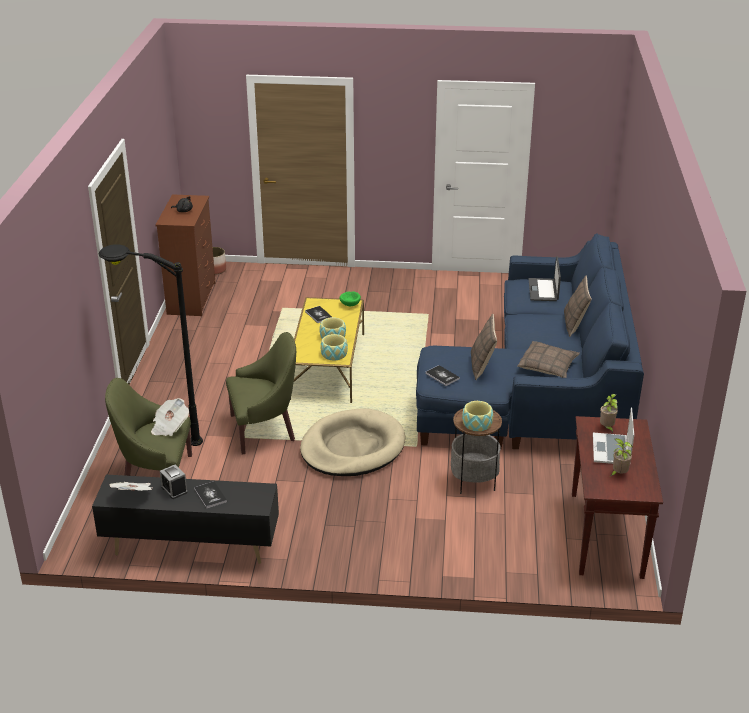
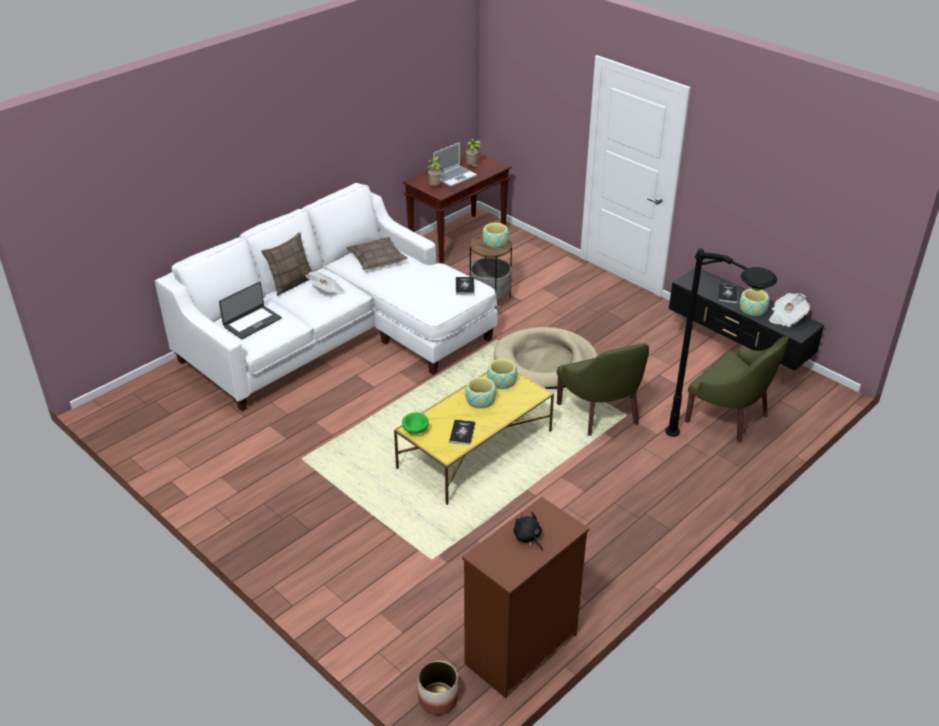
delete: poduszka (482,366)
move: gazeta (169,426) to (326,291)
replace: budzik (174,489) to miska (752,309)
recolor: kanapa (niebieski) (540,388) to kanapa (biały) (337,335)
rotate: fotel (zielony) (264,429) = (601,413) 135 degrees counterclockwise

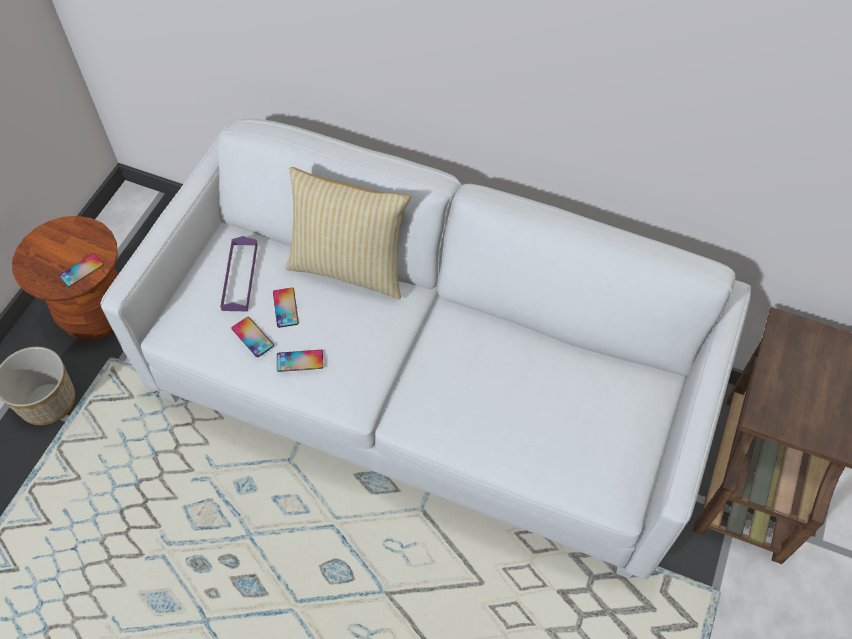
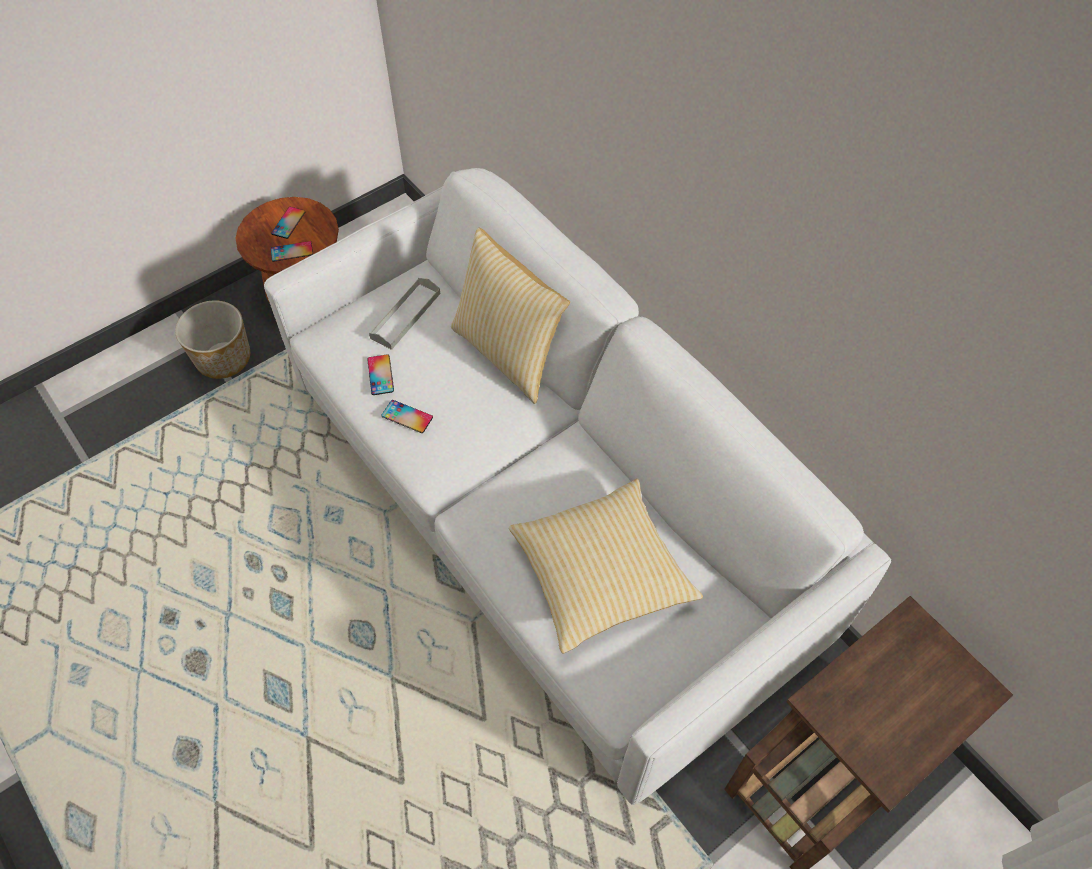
insert: poduszka (601,574)
move: telefon (285,307) to (288,223)
recolor: taca (fioletowy) (240,277) to taca (szary) (405,315)

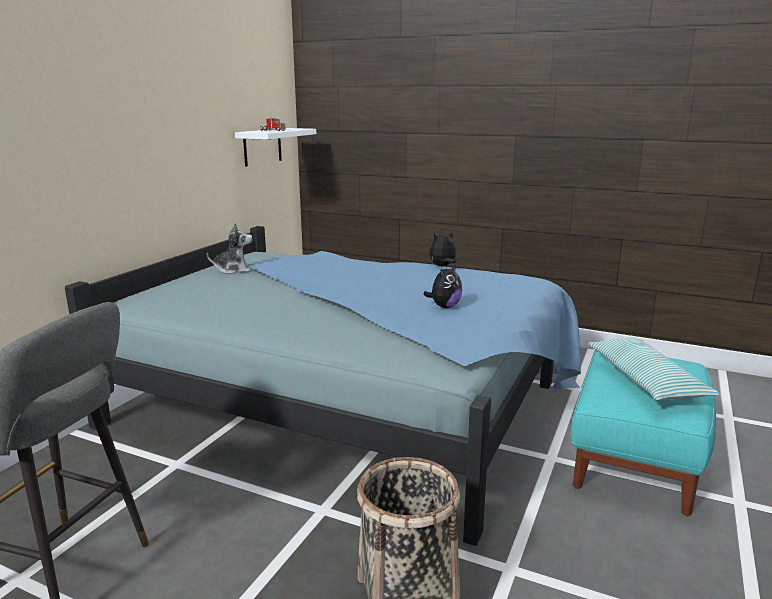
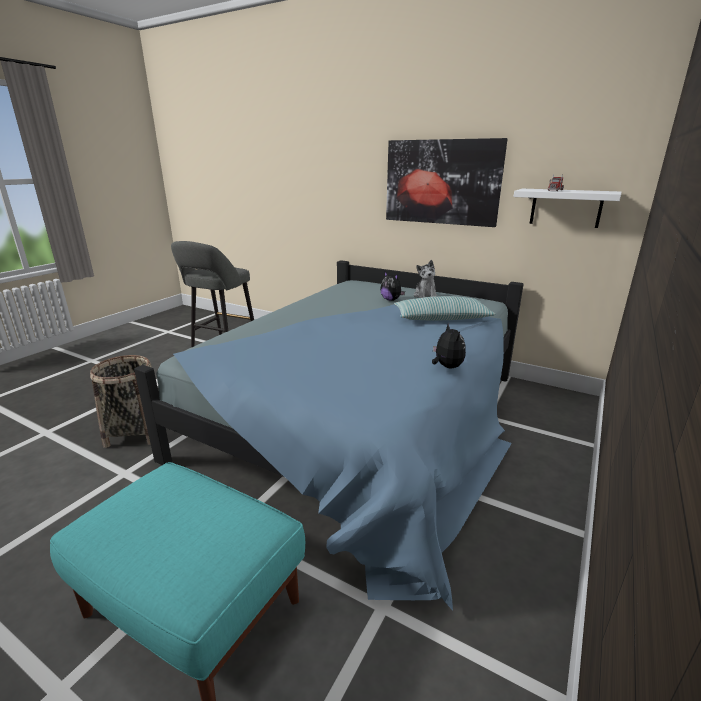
insert: obraz (442,182)
move: pluszak (444,306) to (391,300); poduszka (645,380) to (441,319)

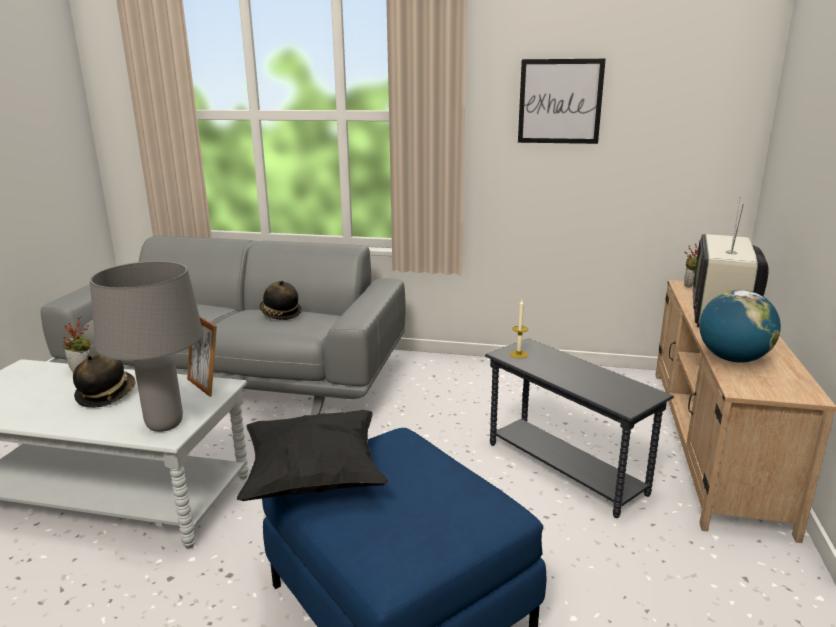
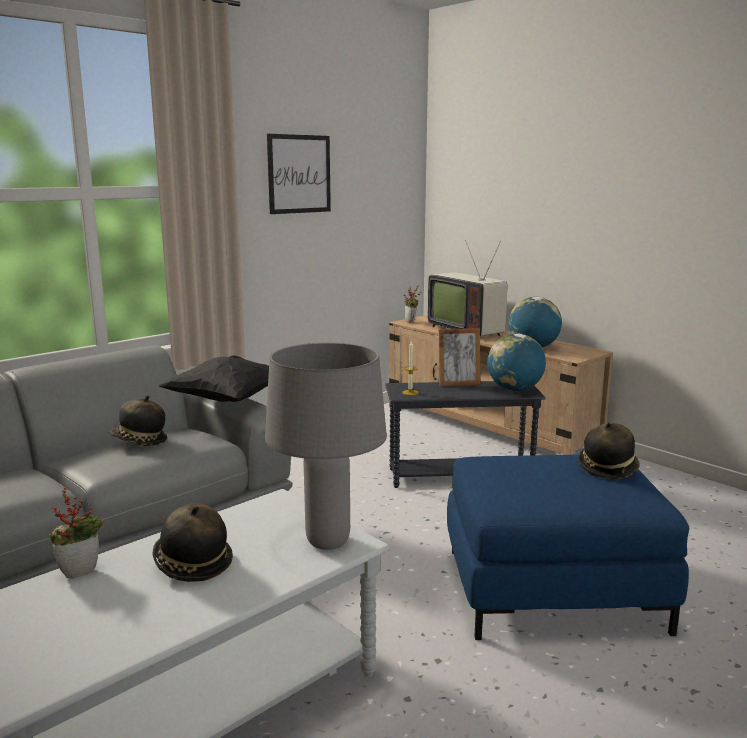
insert: globus (514,389); kapelusz (608,468)
move: ramka na zdjęcie (205,385) to (458,384); poduszka (czarny) (314,478) to (227,400)

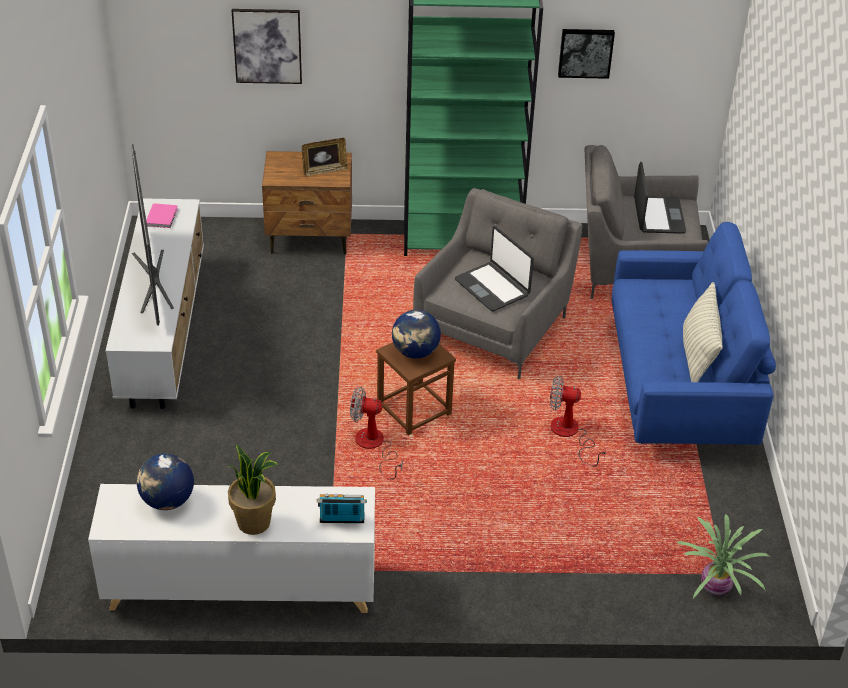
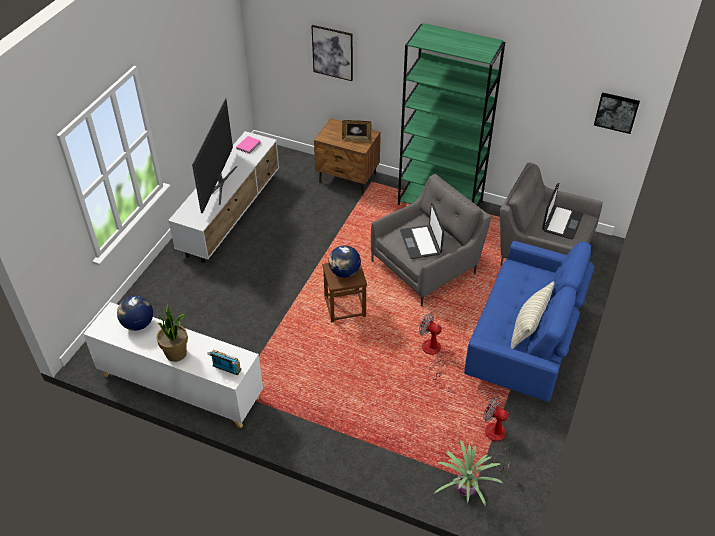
move: wentylator (374,446) to (496,439); obraz (585,52) to (616,112)

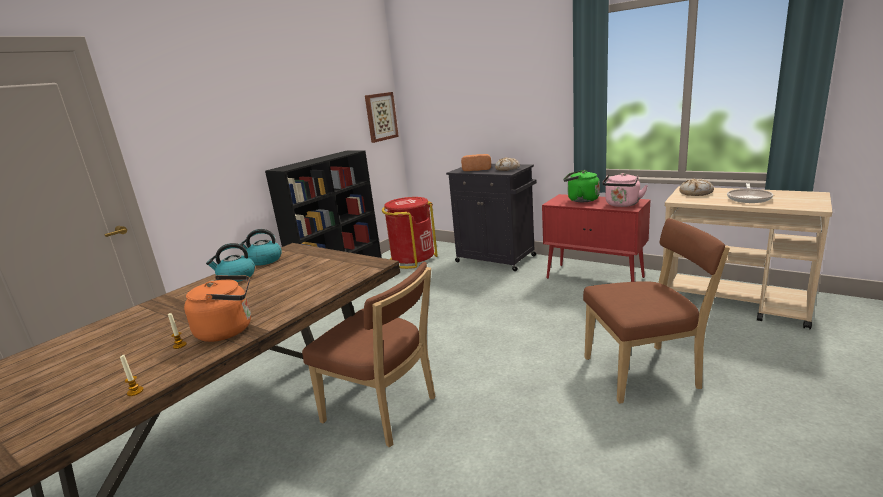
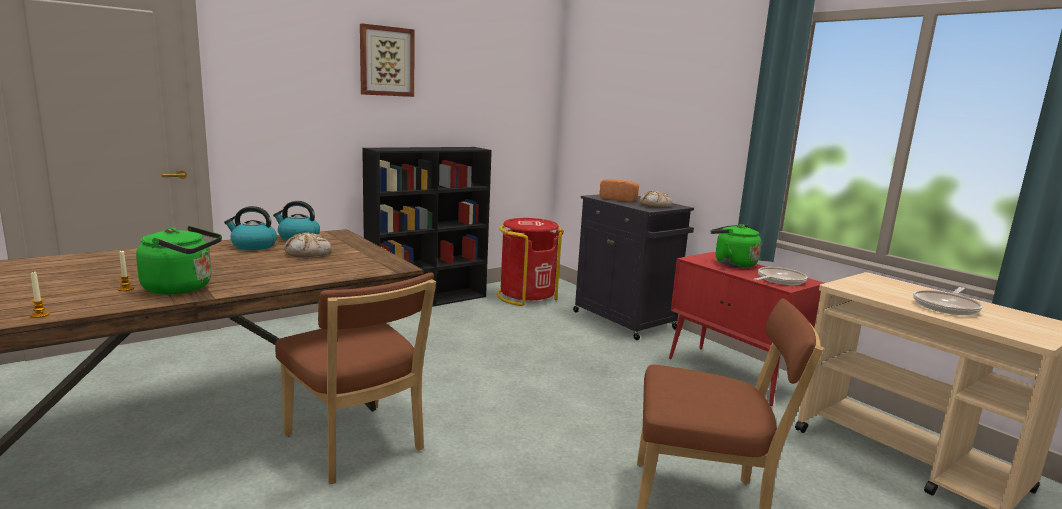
move: obraz (380,117) to (386,61); chleb (696,193) to (308,253)
replace: czajnik (różowy) (622,205) to patelnia (779,280)
recolor: czajnik (pomarańczowy) (229,330) to czajnik (zielony) (182,288)

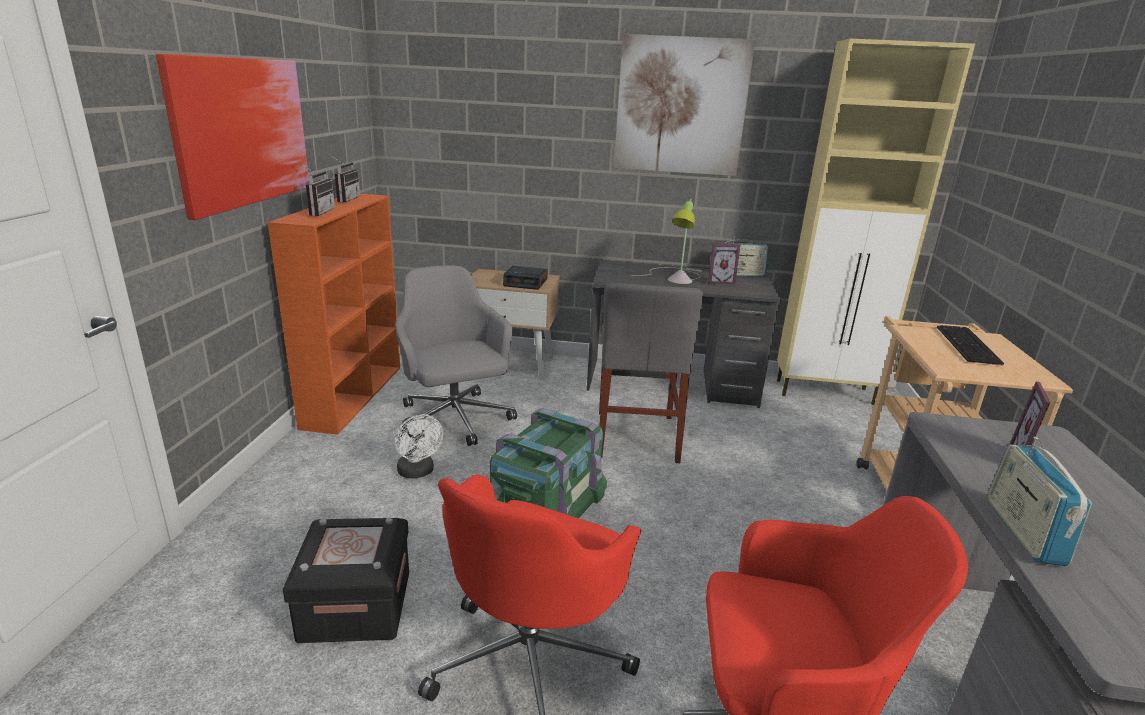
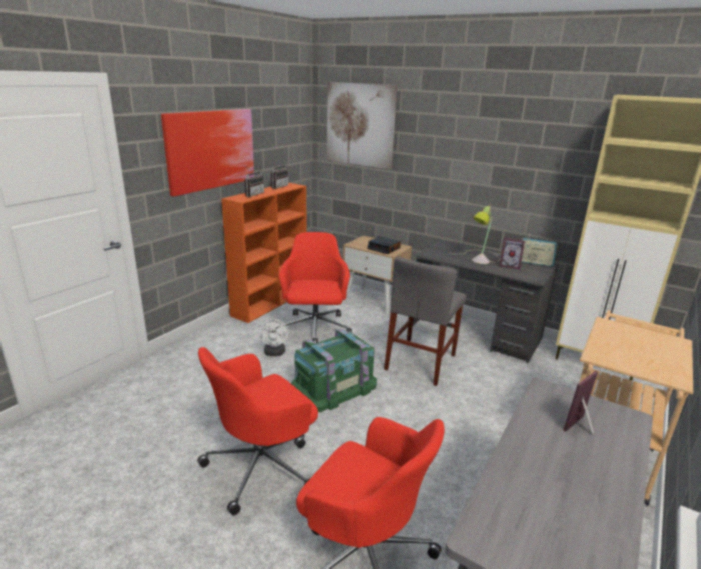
delete: pojemnik do przechowywania (czarny) (356,606); klawiatura (969,345); radio (1023,531)
move: obraz (681,106) to (360,125)
recolor: krzesło biurowe (szary) (454,421) to krzesło biurowe (czerwony) (314,329)

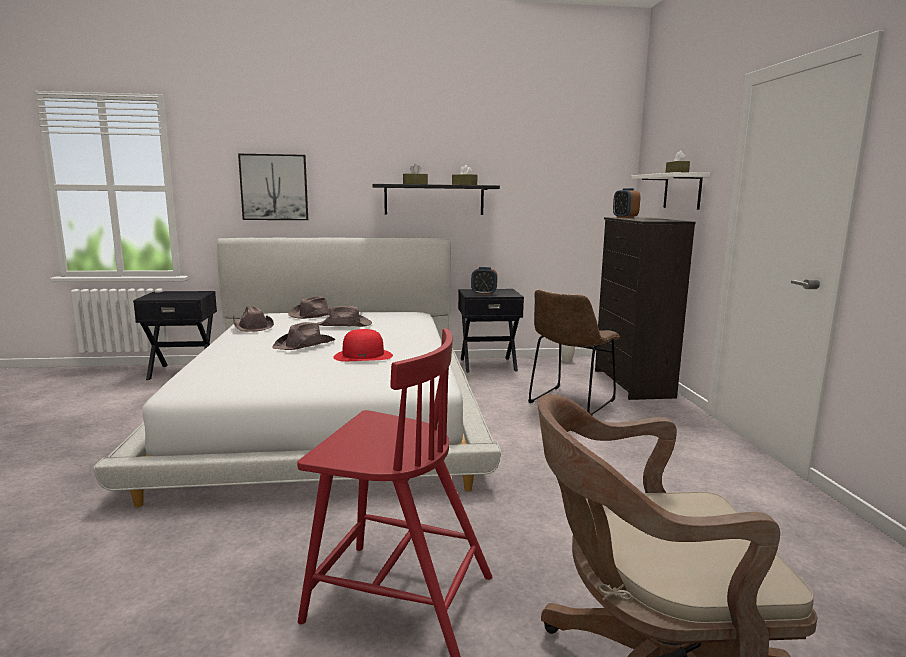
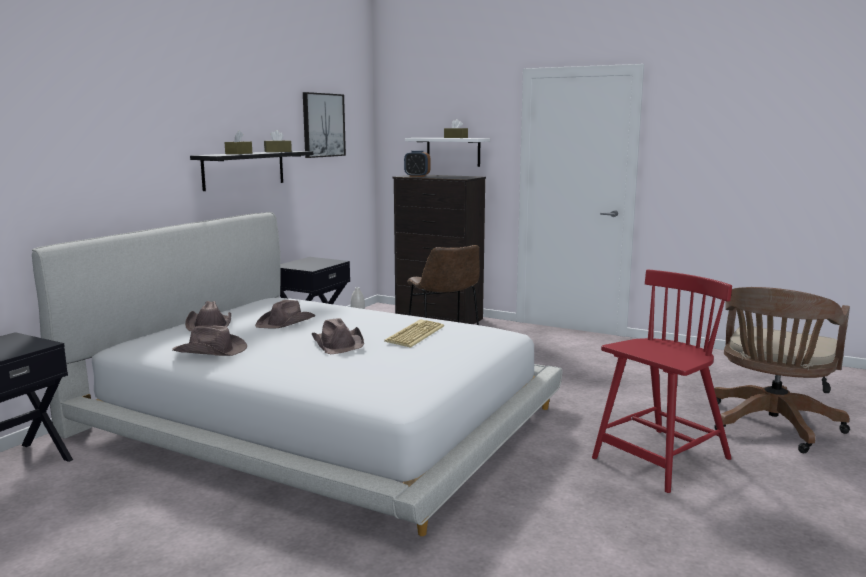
delete: budzik (484,293)
move: obraz (274,187) to (323,125)
replace: kapelusz (czerwony) (363,356) to klawiatura (414,334)

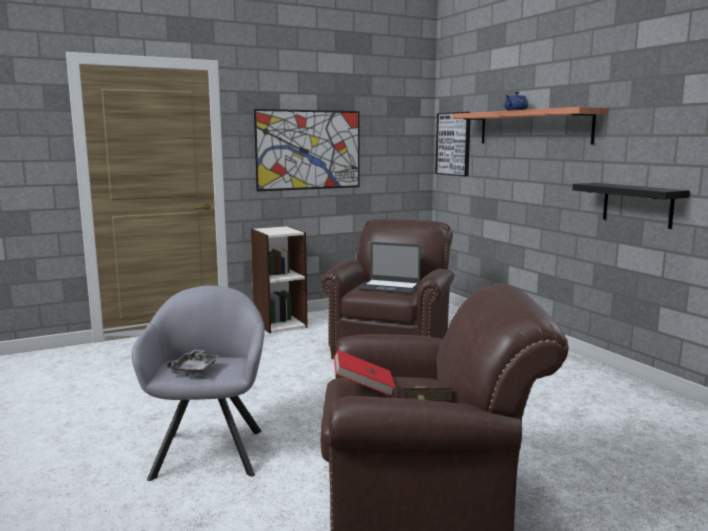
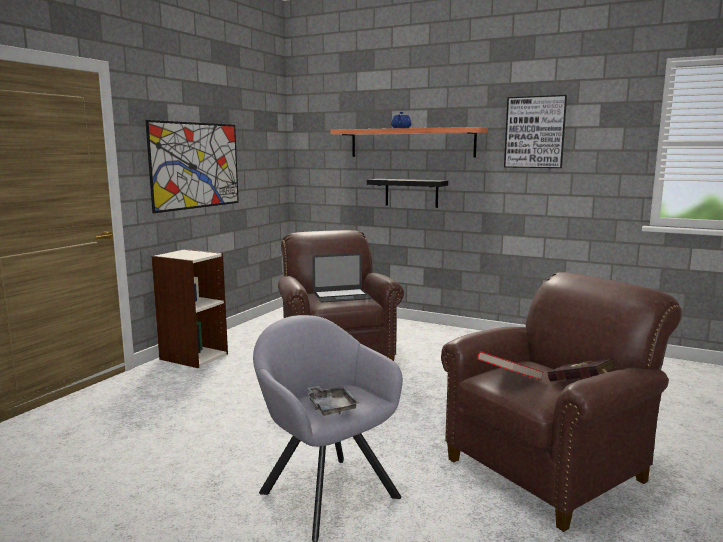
move: obraz (454,144) to (535,132); półka (czarny) (637,205) to (411,193)

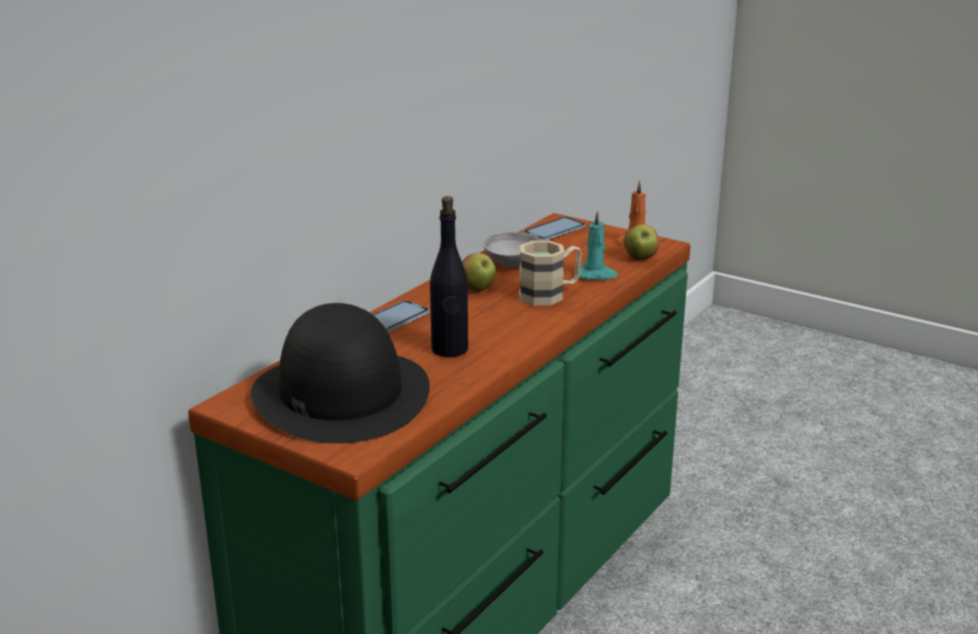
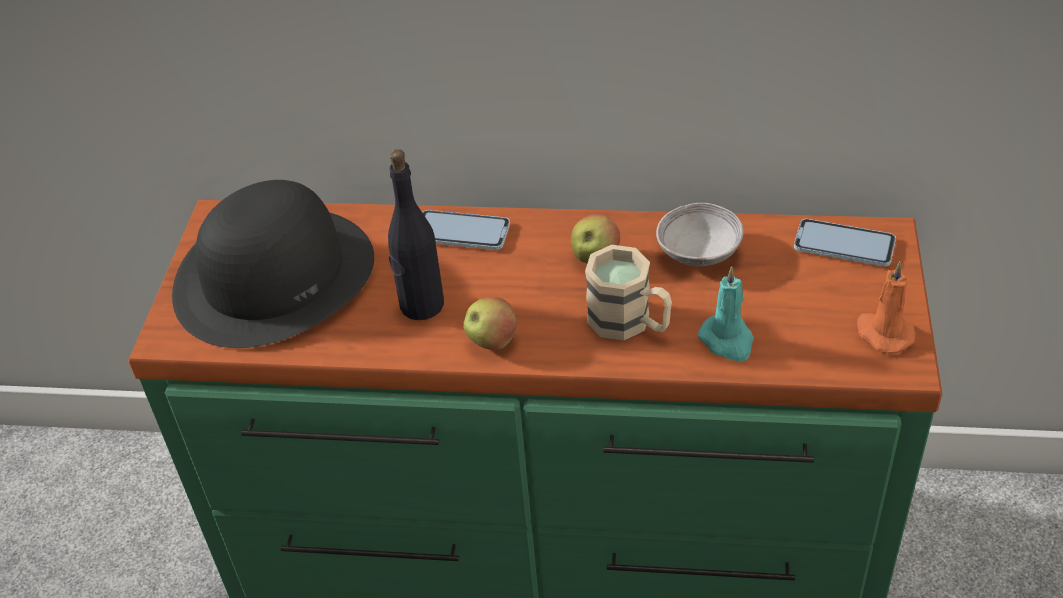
move: jabłko (640,258) to (492,341)

